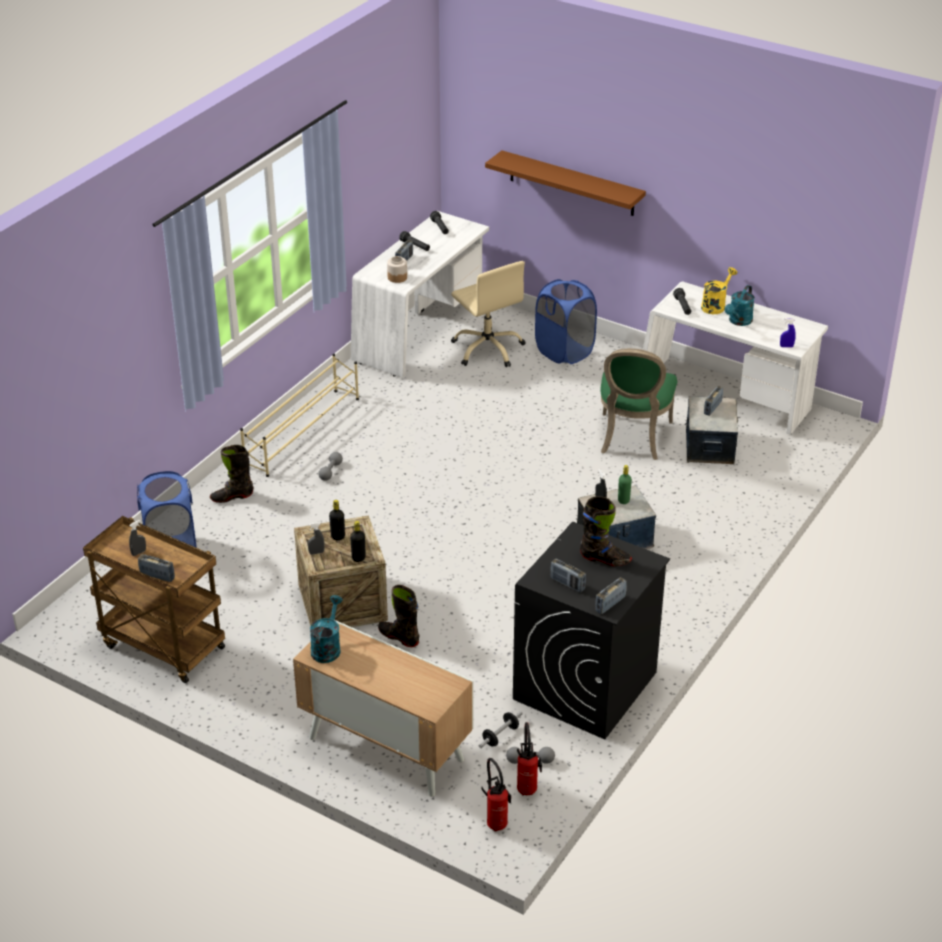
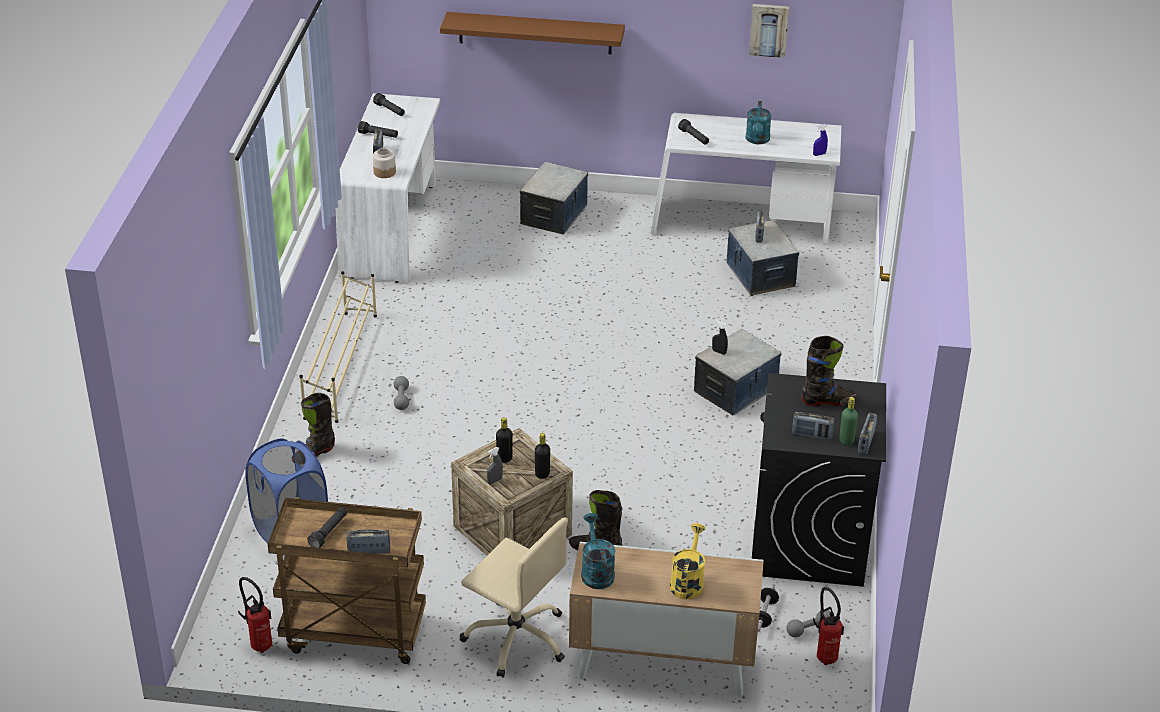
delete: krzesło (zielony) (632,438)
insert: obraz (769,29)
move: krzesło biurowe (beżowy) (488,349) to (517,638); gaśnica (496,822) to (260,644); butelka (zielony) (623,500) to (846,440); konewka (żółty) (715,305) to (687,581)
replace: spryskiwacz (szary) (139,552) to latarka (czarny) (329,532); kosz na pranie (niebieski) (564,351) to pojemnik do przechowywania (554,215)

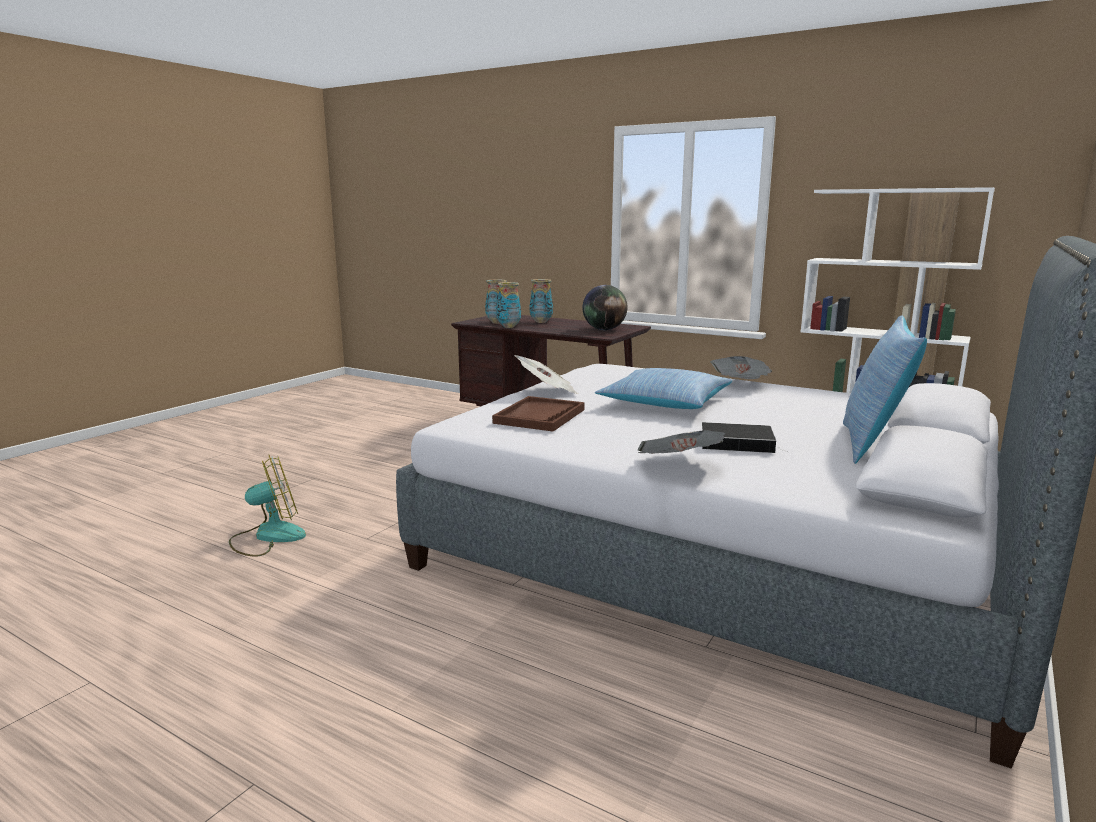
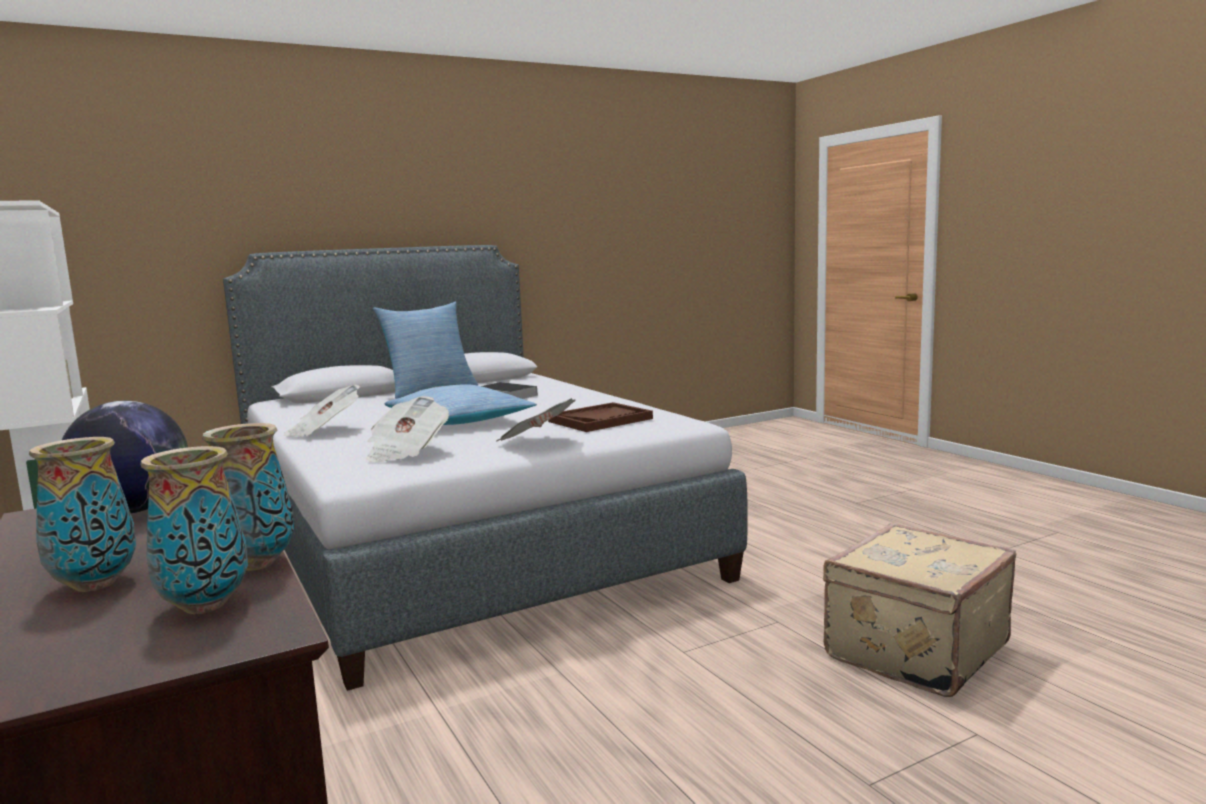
move: gazeta (678,466) to (406,452)
replace: wentylator (268,537) to walizka (beżowy) (912,650)

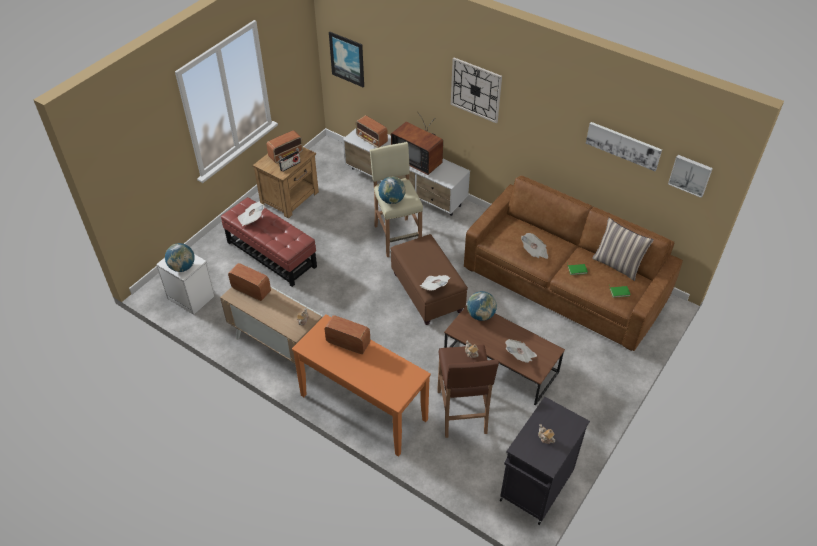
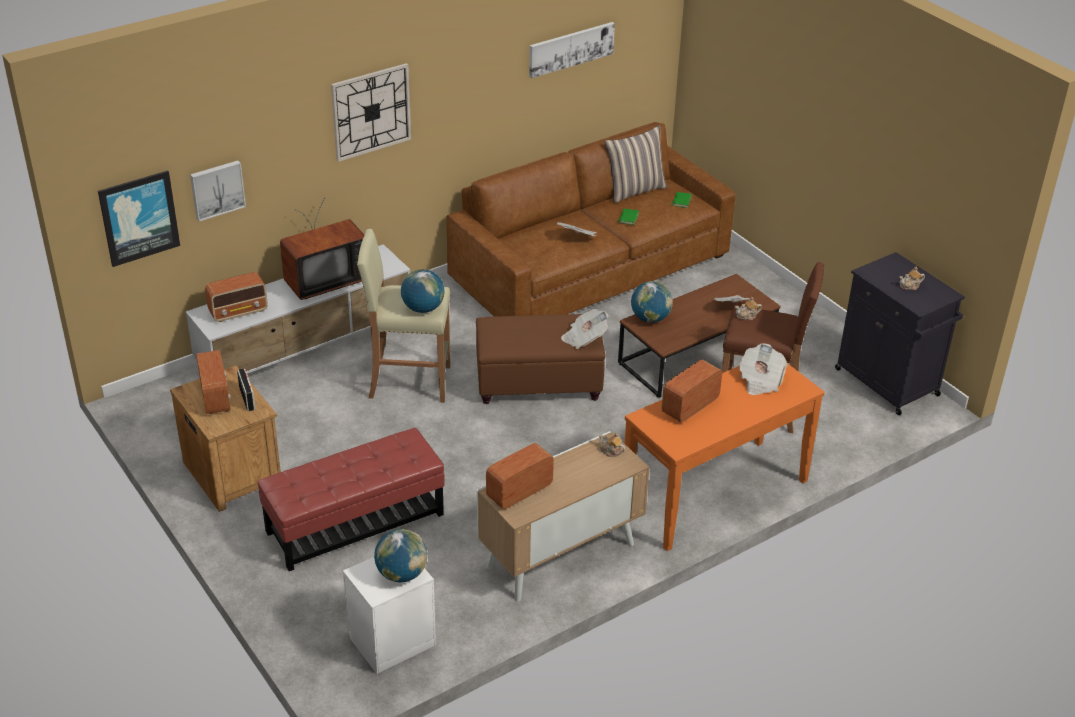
move: gazeta (251,219) to (760,381); obraz (690,175) to (217,189)

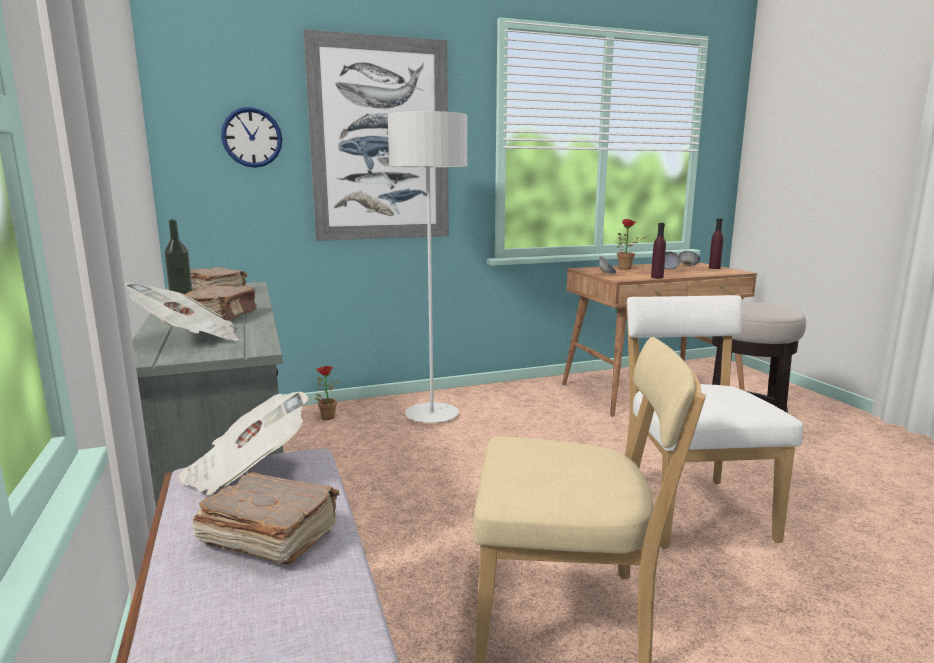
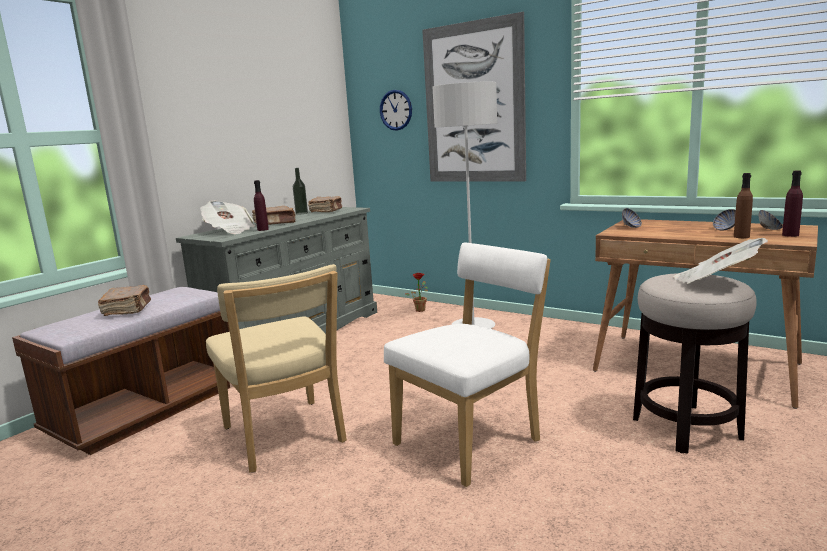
delete: roślina doniczkowa (627,268)
insert: butelka (brązowy) (741,237)
move: gazeta (246,472) to (715,282); butelka (fioletowy) (657,277) to (263,229)

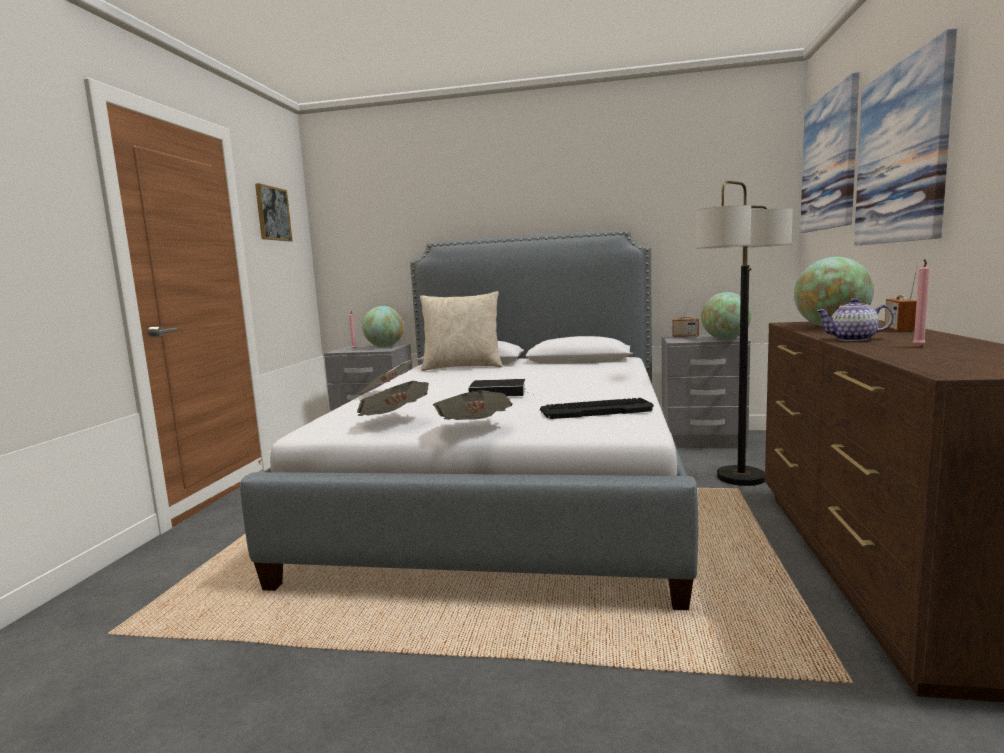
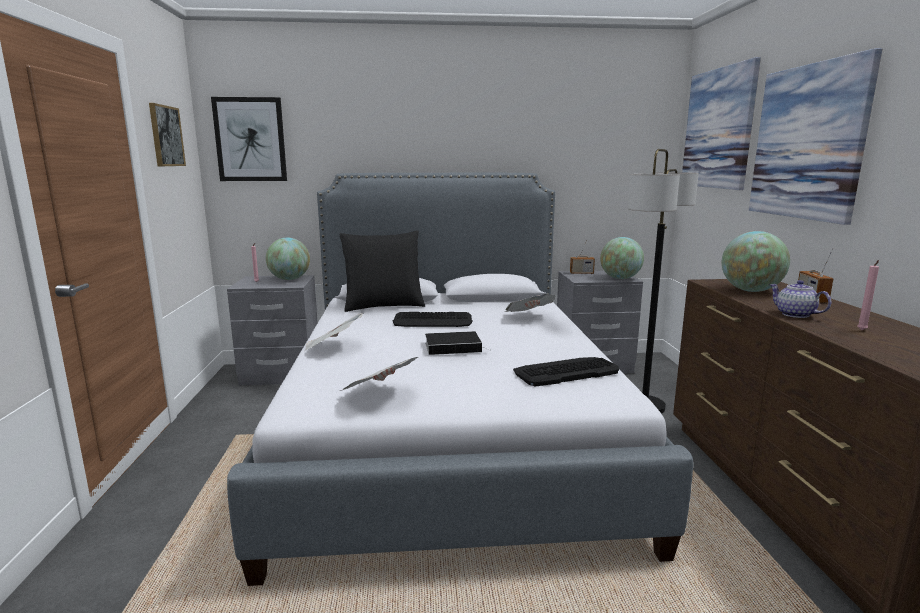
insert: obraz (250,140); klawiatura (433,321)
move: gazeta (474,428) to (529,317)
recolor: poduszka (beżowy) (462,367) to poduszka (czarny) (383,306)
rotate: imbryk (852,339) = (794,314) 60 degrees clockwise

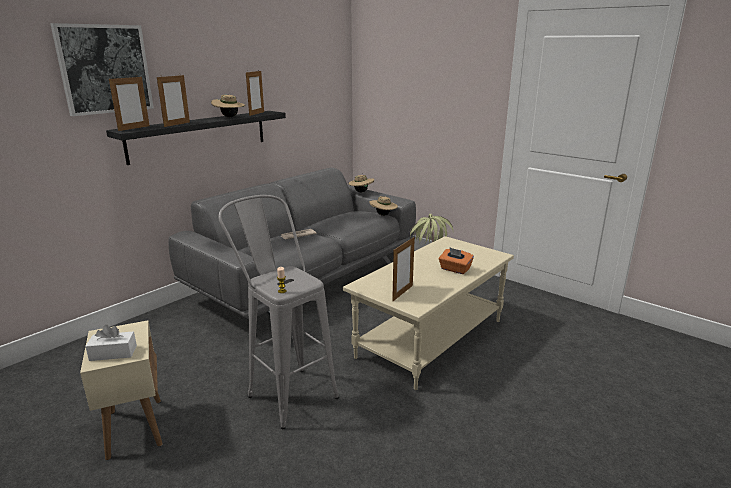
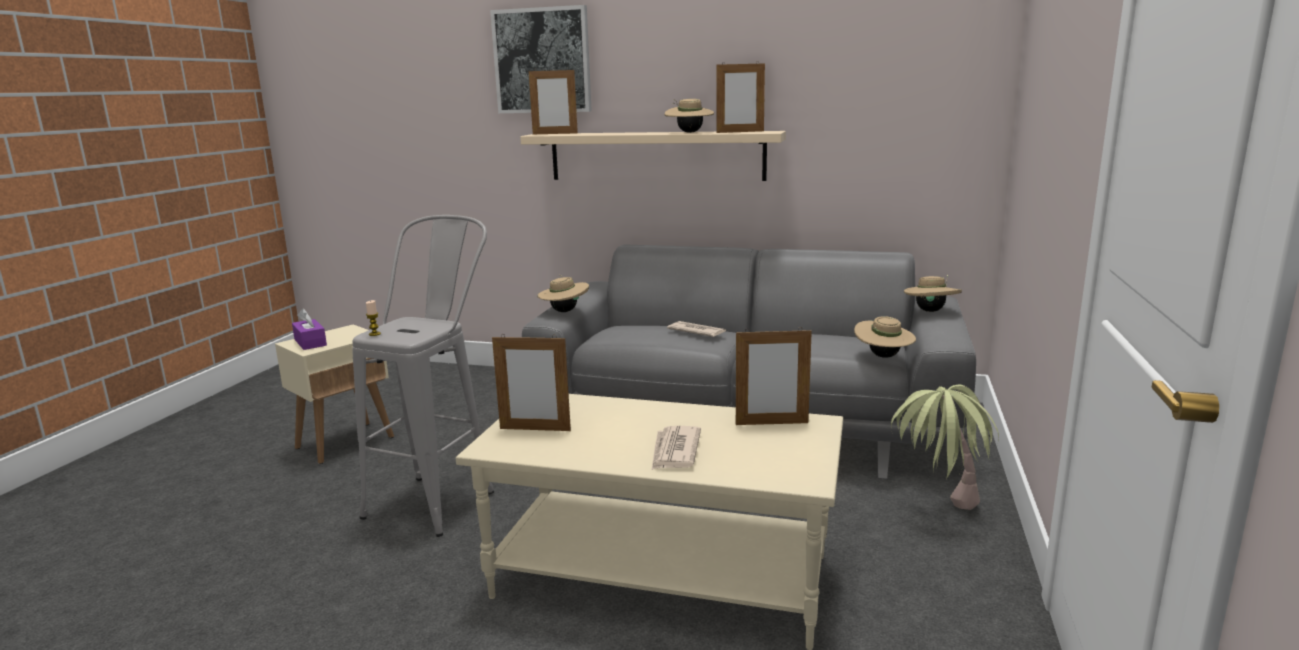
insert: kapelusz (beżowy) (564,311)
move: ramka na zdjęcie (177,124) to (771,423)
replace: pudełko chusteczek (pomarańczowy) (455,269) to gazeta (674,451)
recolor: pudełko chusteczek (biały) (113,353) to pudełko chusteczek (fioletowy) (310,342); półka (czarny) (199,135) to półka (beżowy) (656,156)

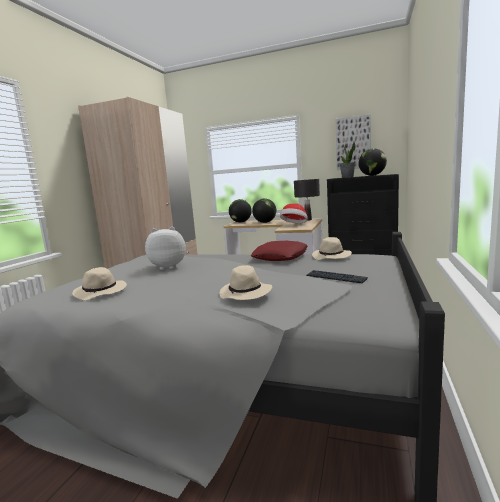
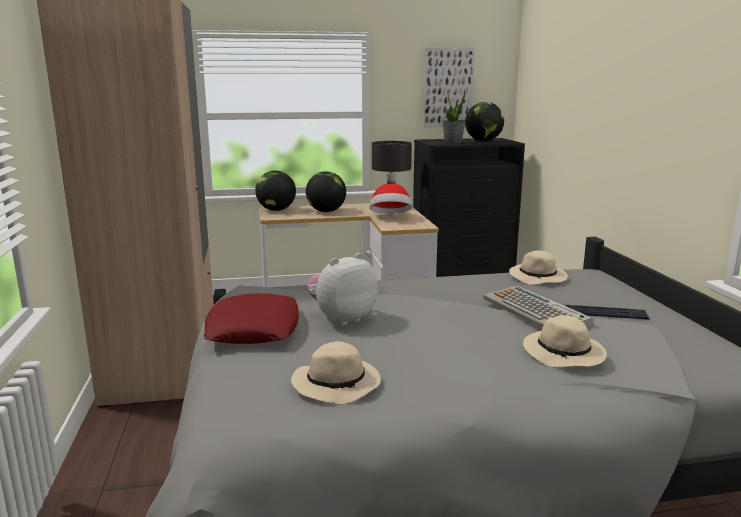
insert: klawiatura (536,311)
move: poduszka (czerwony) (280,257) to (254,329)

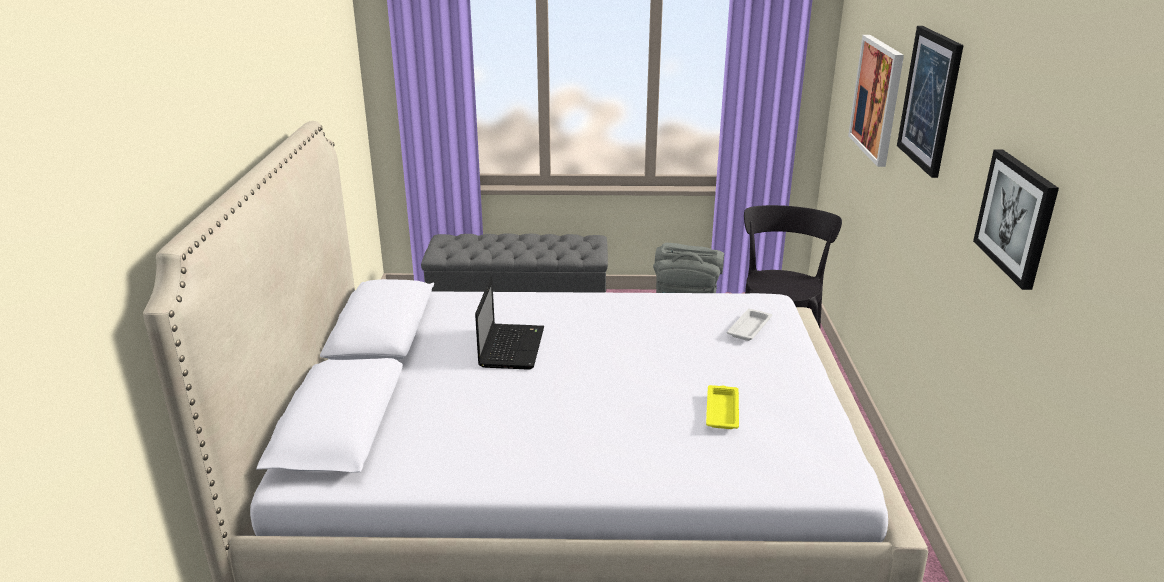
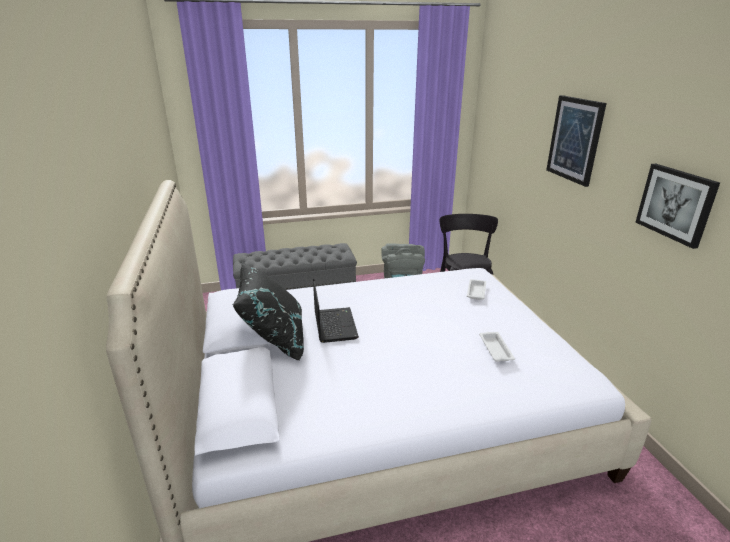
delete: obraz (877,98)
insert: poduszka (czarny) (274,339)
recolor: taca (żółty) (722,410) to taca (biały) (495,348)

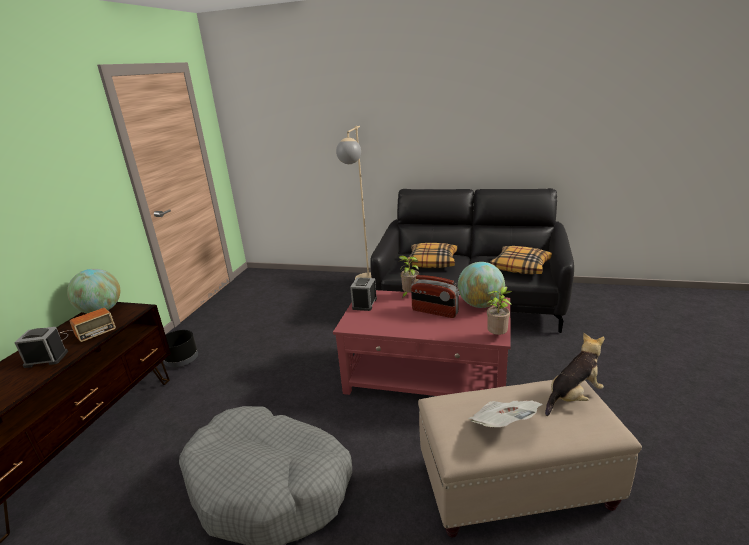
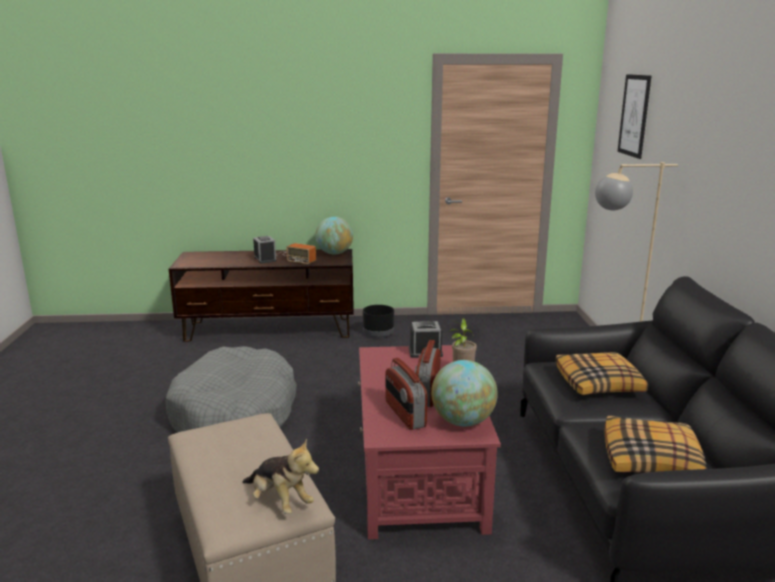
delete: gazeta (502,425); roślina doniczkowa (498,336)
insert: radio (404,414); obraz (634,115)

